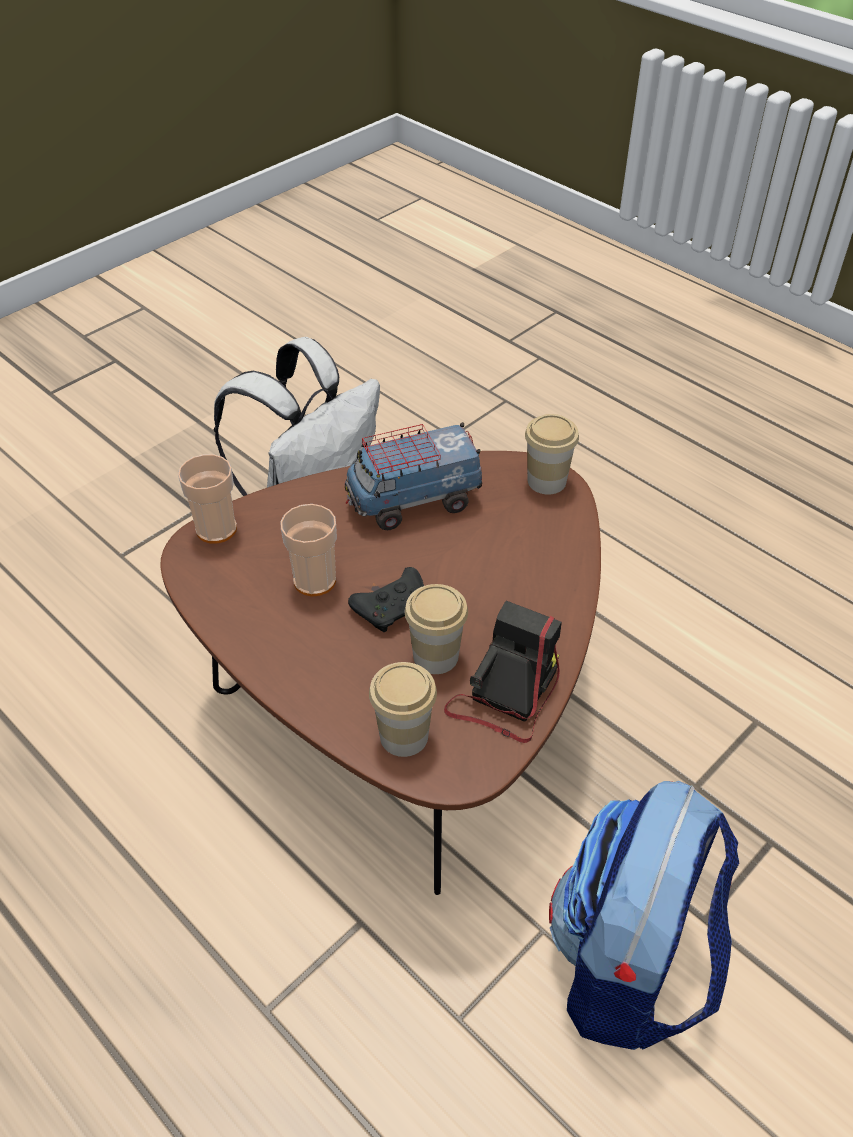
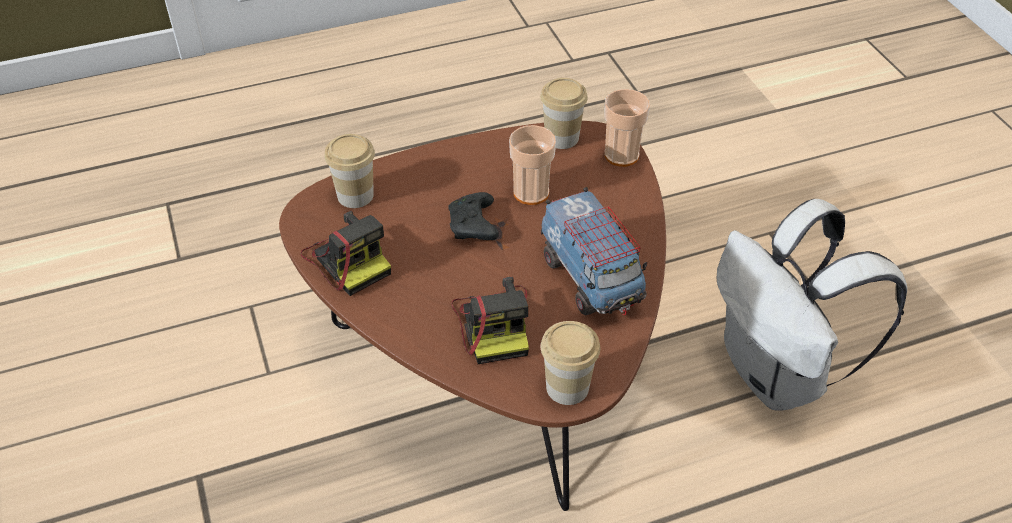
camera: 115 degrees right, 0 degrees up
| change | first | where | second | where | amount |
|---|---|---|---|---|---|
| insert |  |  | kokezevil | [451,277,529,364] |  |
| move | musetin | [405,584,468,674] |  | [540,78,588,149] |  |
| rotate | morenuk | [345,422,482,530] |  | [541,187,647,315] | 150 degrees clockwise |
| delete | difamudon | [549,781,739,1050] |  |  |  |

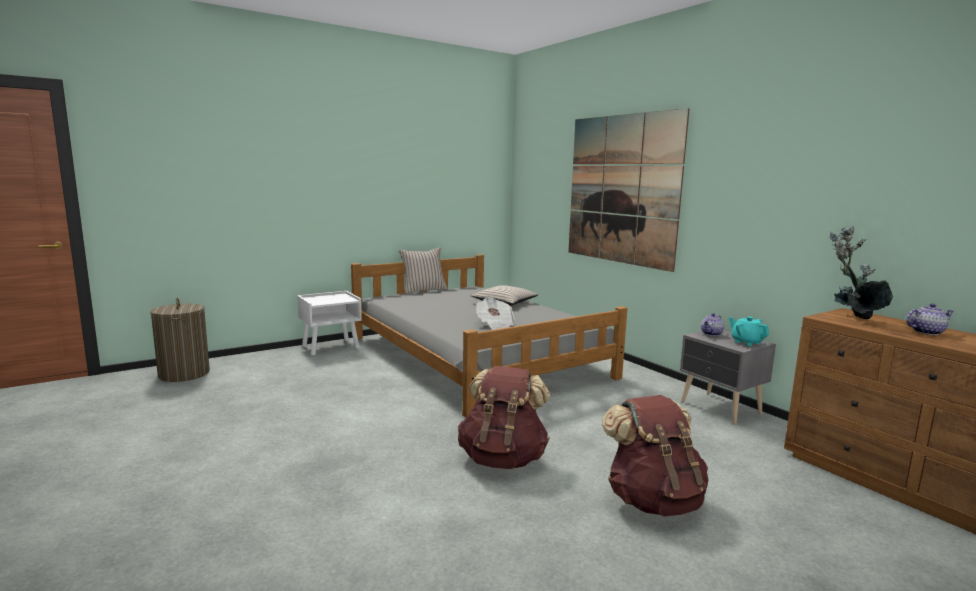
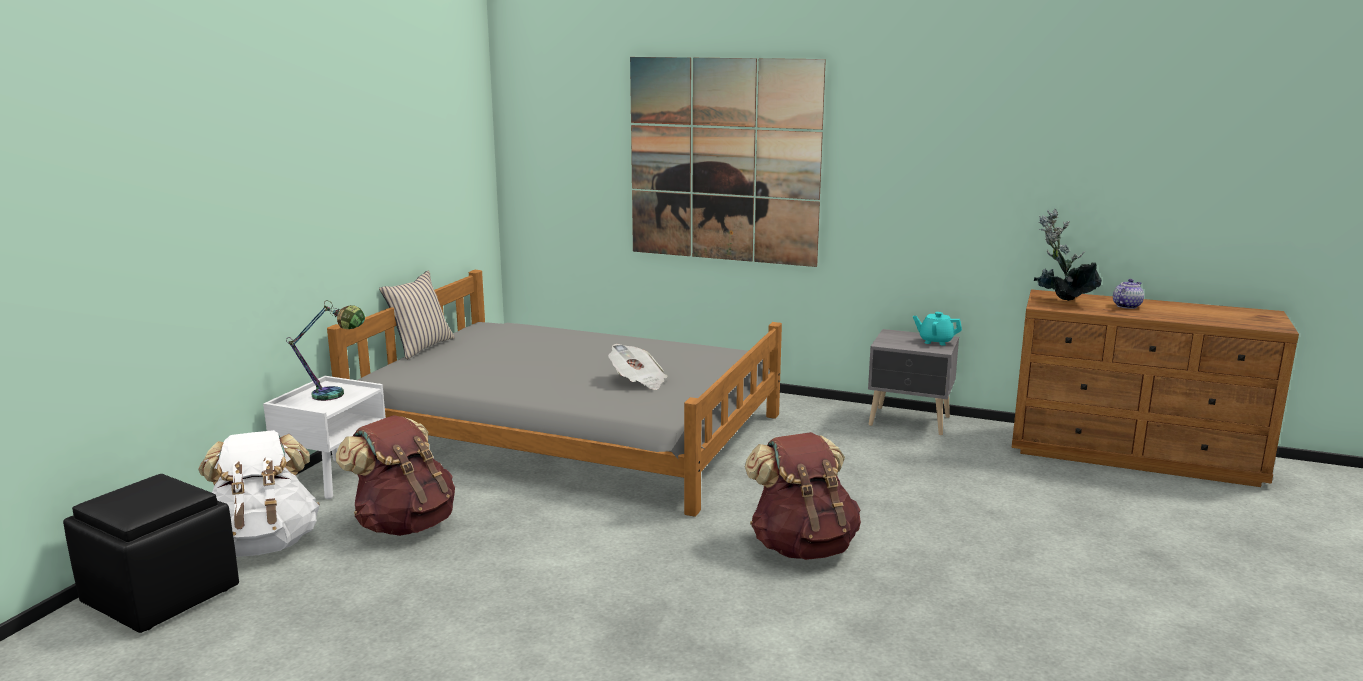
camera: 35 degrees left, 5 degrees up
| change | first | where | second | where | amount |
|---|---|---|---|---|---|
| replace | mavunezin | [150,298,210,382] | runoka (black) | [63,474,239,633] |  |
| insert |  |  | difamudon (white) | [198,430,320,557] |  |
| insert |  |  | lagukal | [286,300,365,401] |  |
| move | difamudon (brown) | [602,395,709,517] |  | [336,415,455,536] |  |
| delete | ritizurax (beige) | [471,285,538,306] |  |  |  |
| delete | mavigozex | [701,313,724,336] |  |  |  |

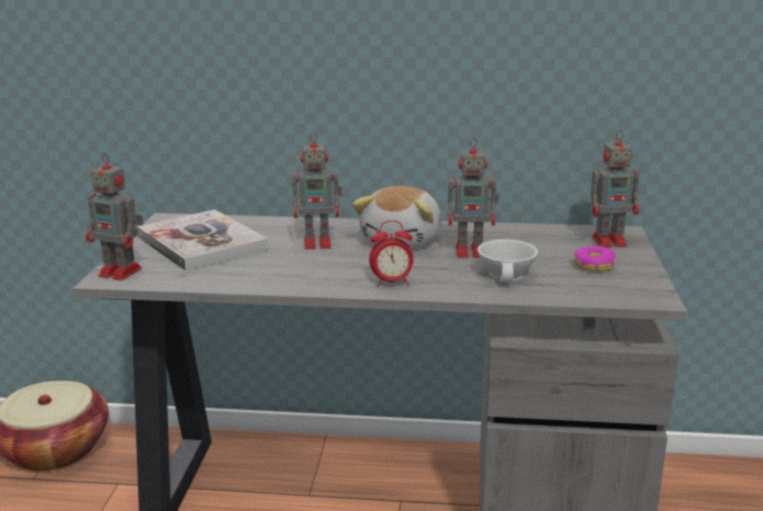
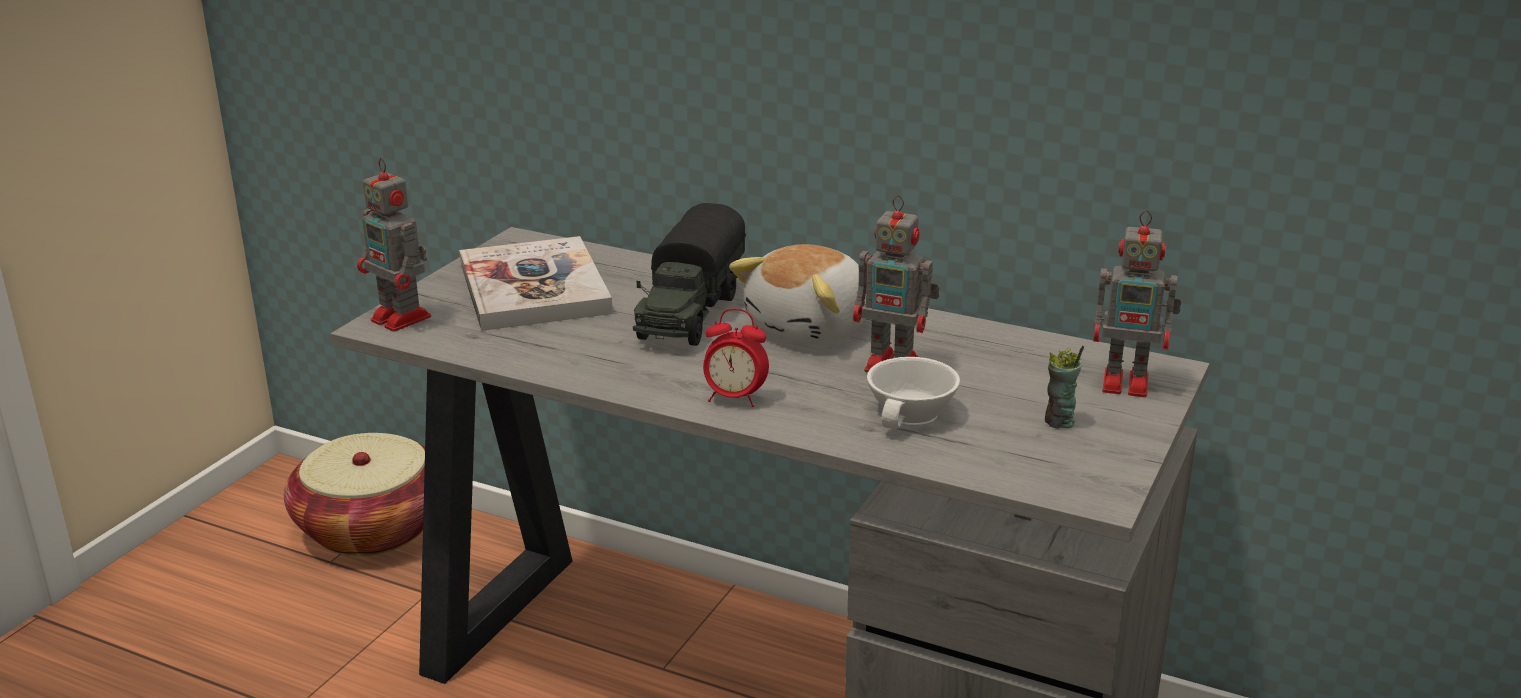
camera: 20 degrees right, 5 degrees up
| change | first | where | second | where | amount |
|---|---|---|---|---|---|
| replace | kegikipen | [292,132,342,249] | morenuk | [633,203,746,346] |  |
| replace | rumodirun | [574,246,616,272] | musetin | [1045,345,1084,429] |  |

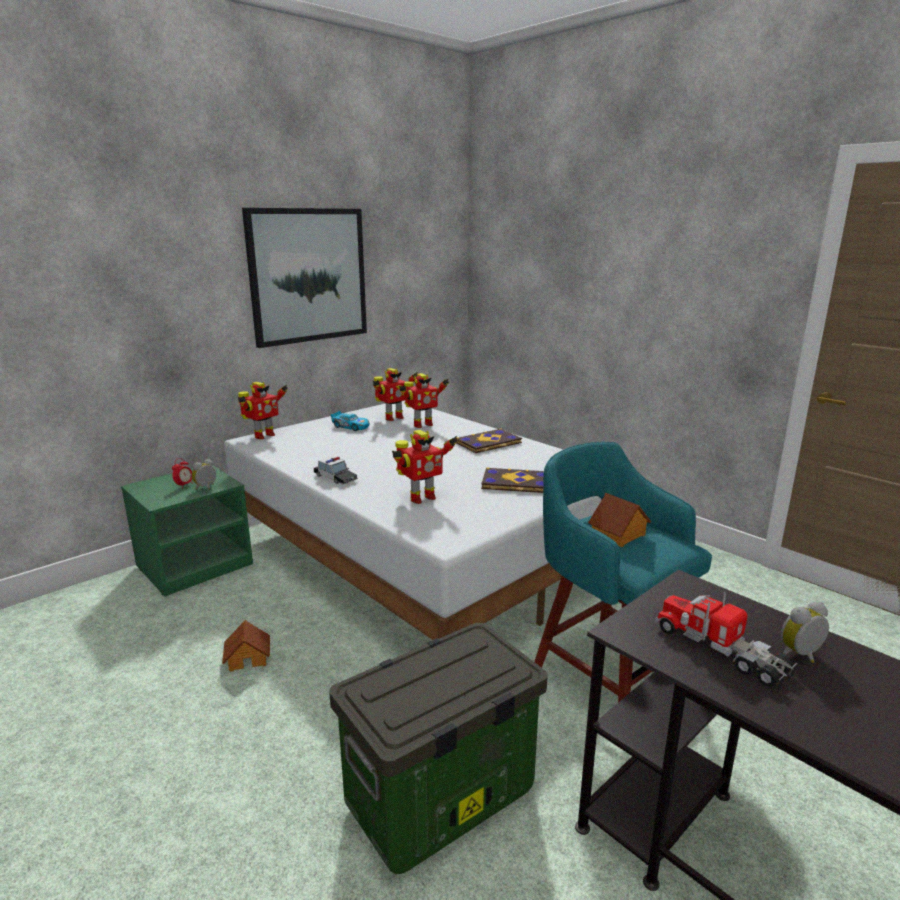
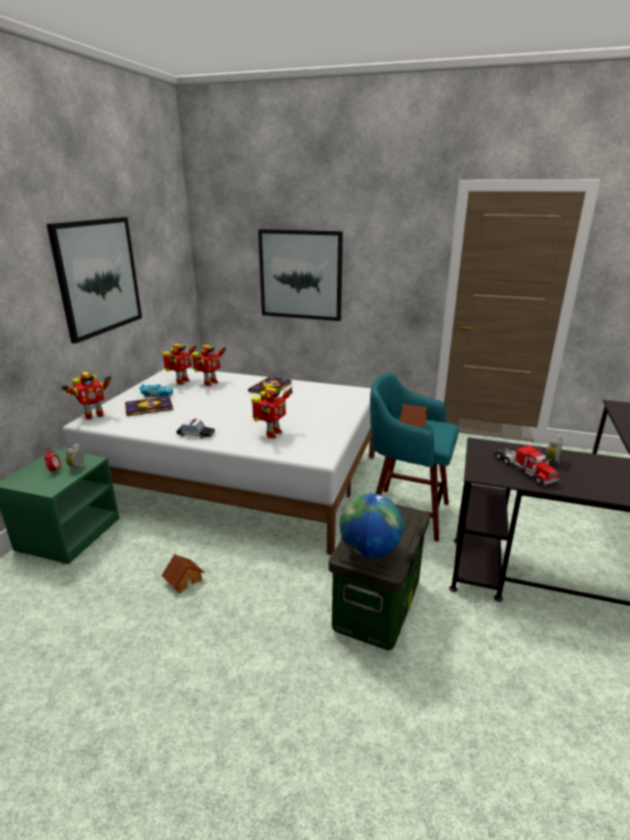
camera: 30 degrees left, 5 degrees up
| change | first | where | second | where | amount |
|---|---|---|---|---|---|
| rotate | kegikipen | [238,382,288,439] |  | [61,372,112,420] | 45 degrees clockwise |
| move | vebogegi | [481,467,544,493] |  | [125,396,173,416] |  |
| insert |  |  | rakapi | [258,229,343,321] |  |
| insert |  |  | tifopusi | [340,493,403,558] |  |
| rotate | morenuk | [655,591,798,691] |  | [494,446,559,485] | 135 degrees counterclockwise |

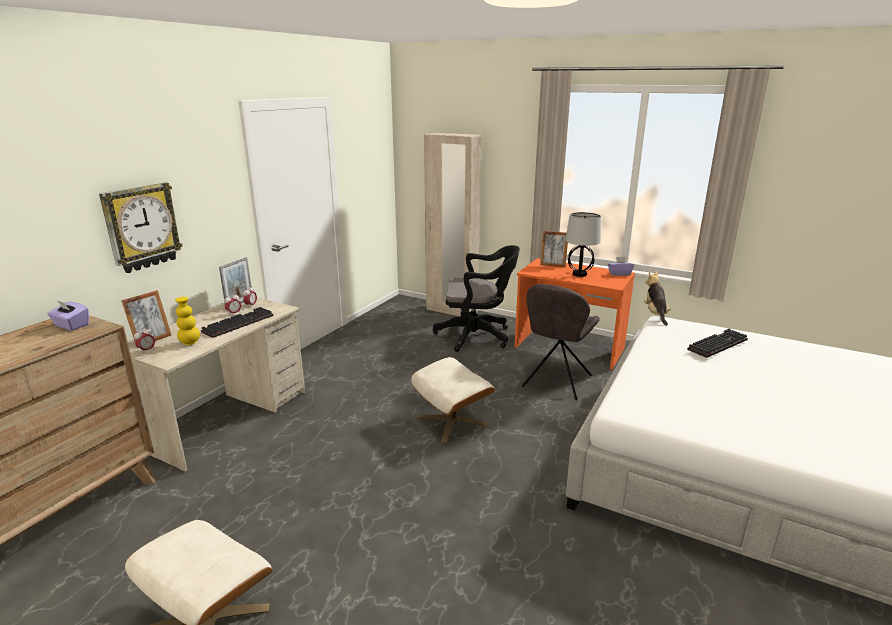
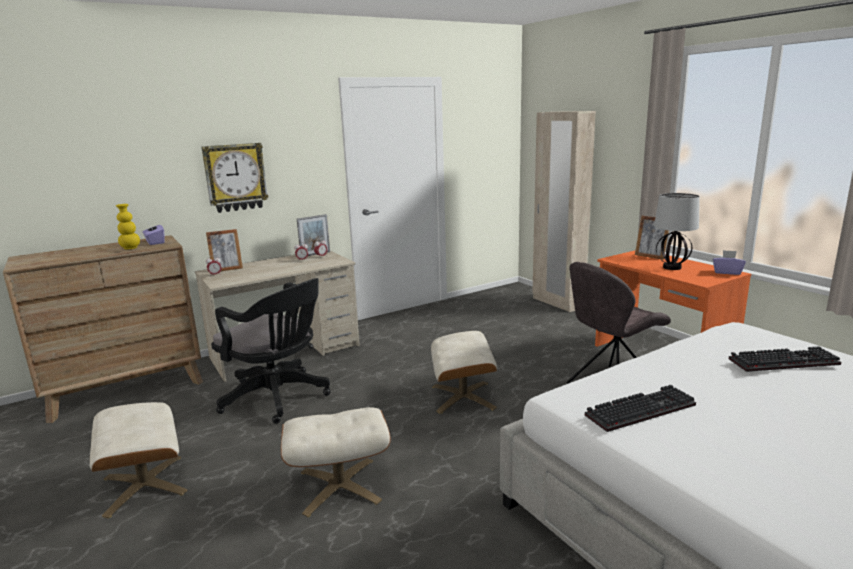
camera: 30 degrees right, 5 degrees down
| change | first | where | second | where | amount |
|---|---|---|---|---|---|
| move | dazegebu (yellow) | [175,297,200,345] |  | [116,204,140,249] |  |
| move | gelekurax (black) | [433,245,520,352] |  | [211,278,330,424] |  |
| insert |  |  | runoka (beige) | [281,407,391,517] |  |
| move | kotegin | [201,307,273,338] |  | [585,385,696,432] |  |
| delete | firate | [644,271,672,326] |  |  |  |

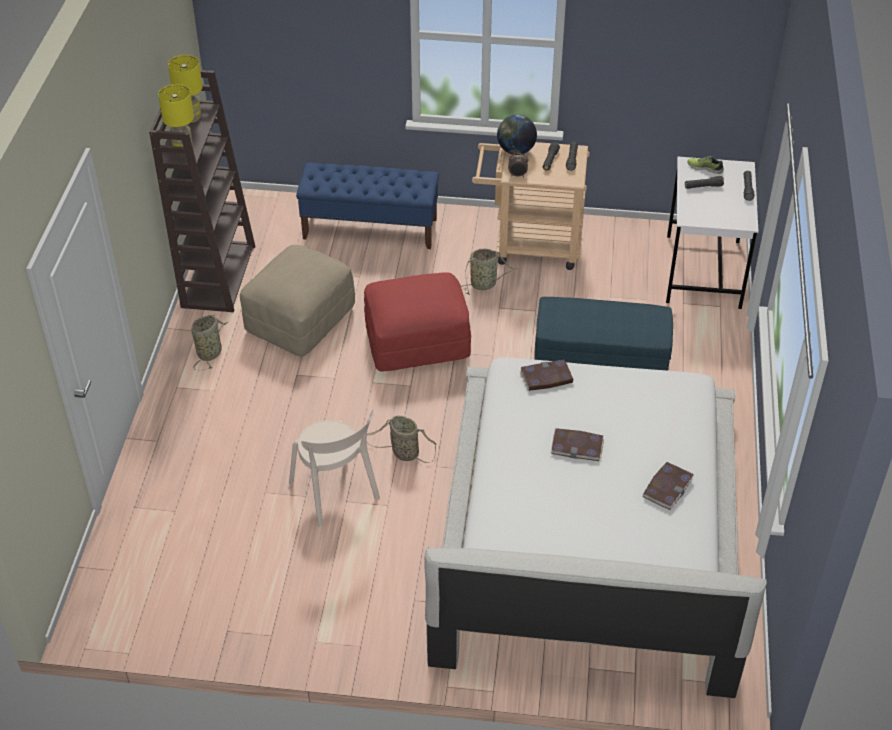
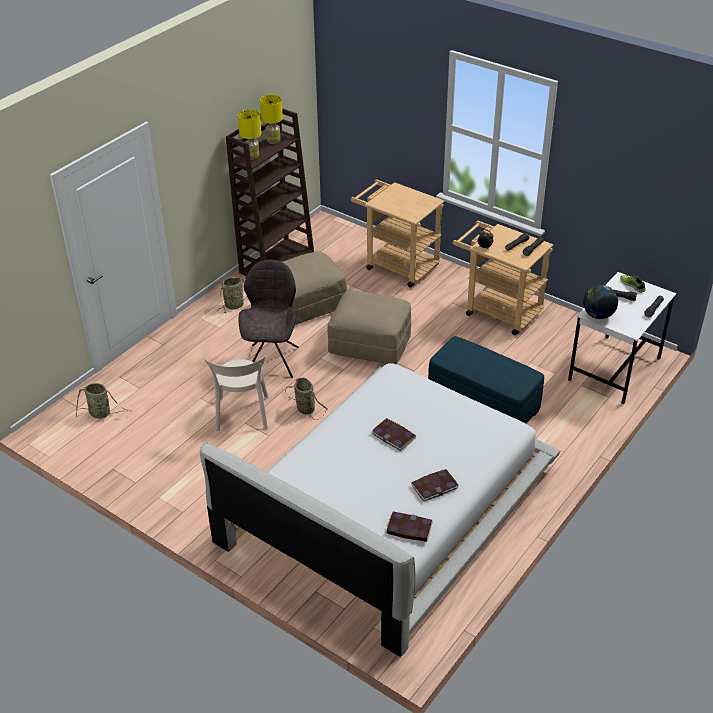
camera: 30 degrees right, 5 degrees down
| change | first | where | second | where | amount |
|---|---|---|---|---|---|
| move | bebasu | [461,249,515,295] |  | [76,383,131,418] |  |
| insert |  |  | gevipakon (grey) | [239,260,298,378] |  |
| recolor | runoka (red) | [364,272,471,371] | runoka (beige) | [327,290,411,364] |  |
| replace | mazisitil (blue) | [296,162,439,249] | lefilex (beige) | [351,180,444,288] |  |
| move | vebogegi | [520,360,574,391] |  | [386,511,433,542] |  |
| move | tifopusi | [497,115,537,155] |  | [583,285,618,319] |  |

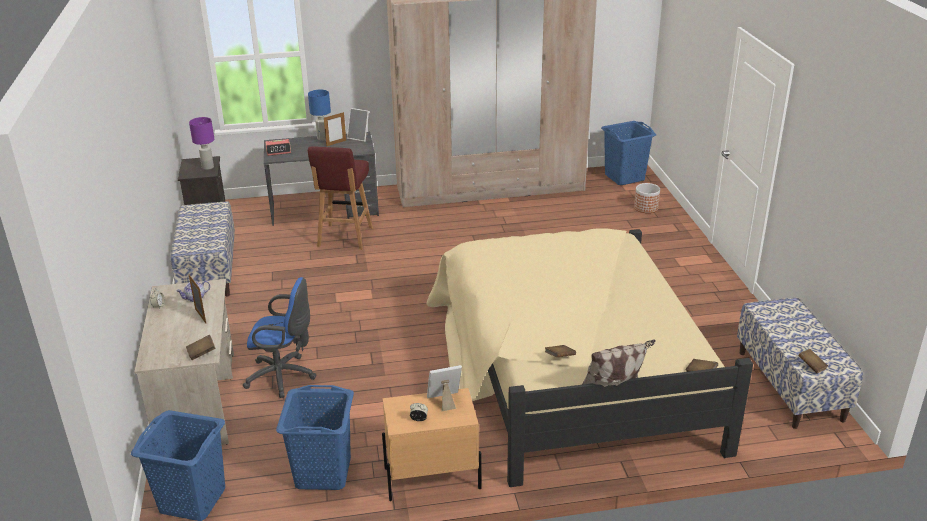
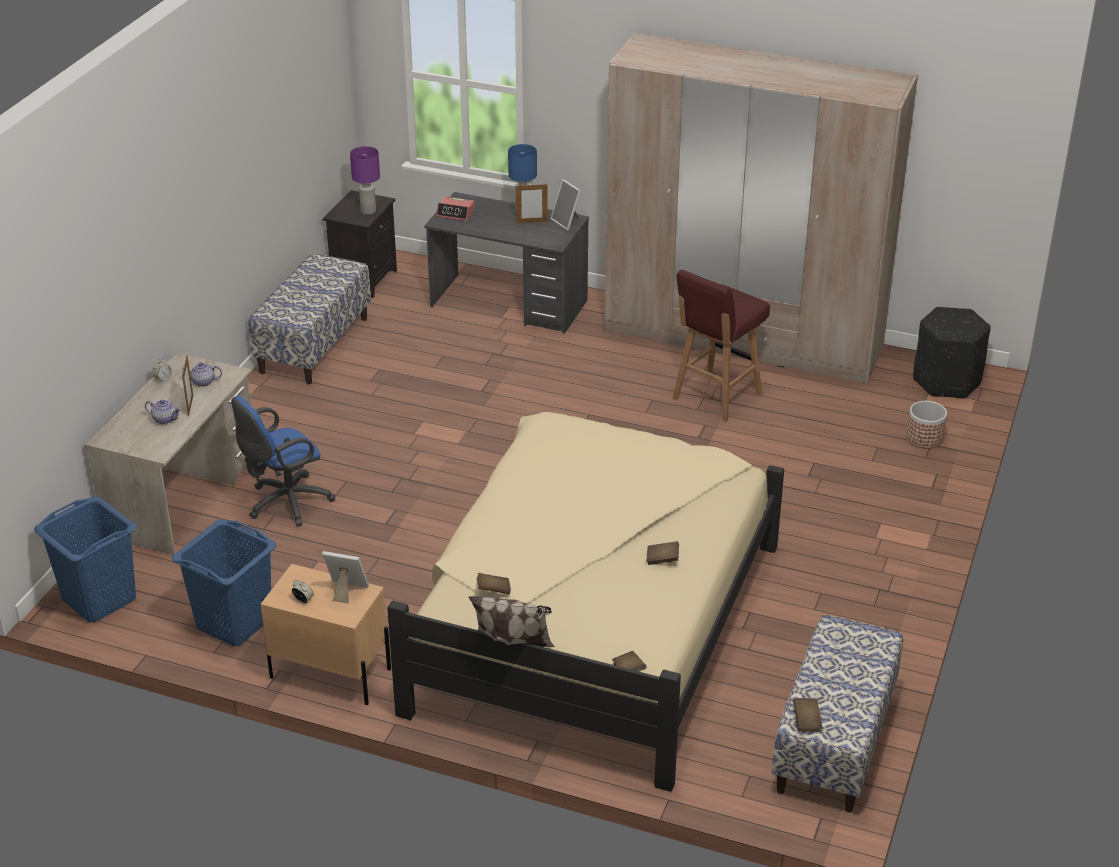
camera: 30 degrees right, 5 degrees up
| change | first | where | second | where | amount |
|---|---|---|---|---|---|
| insert |  |  | mavigozex | [145,399,181,424] |  |
| rotate | gelekurax (blue) | [243,277,316,398] |  | [231,396,335,526] | 105 degrees clockwise |
| move | vebogegi (brown) | [186,335,215,360] |  | [647,541,679,565] |  |
| move | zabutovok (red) | [308,147,373,250] |  | [672,270,770,422] |  |
| replace | mavunezin (blue) | [601,121,656,185] | runoka (black) | [913,307,991,399] |  |

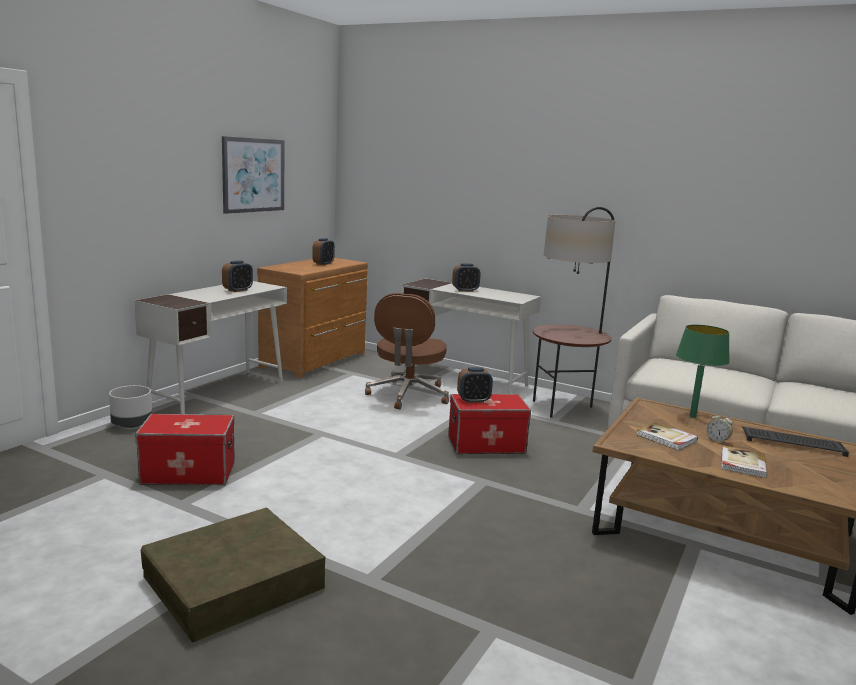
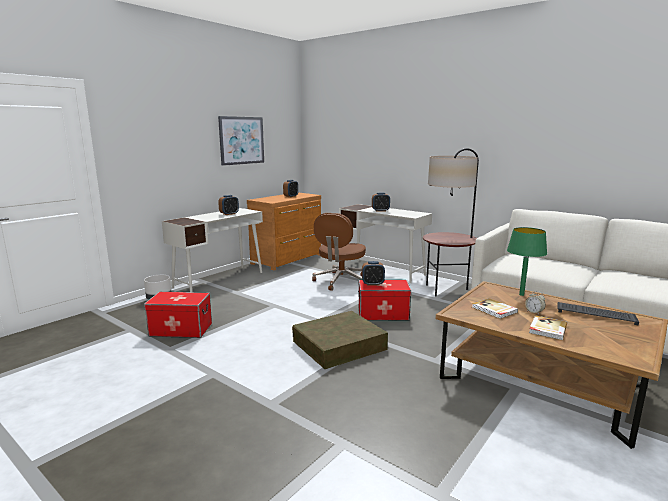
camera: 10 degrees right, 0 degrees up
| change | first | where | second | where | amount |
|---|---|---|---|---|---|
| move | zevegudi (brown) | [141,508,325,642] |  | [292,311,388,369] |  |

